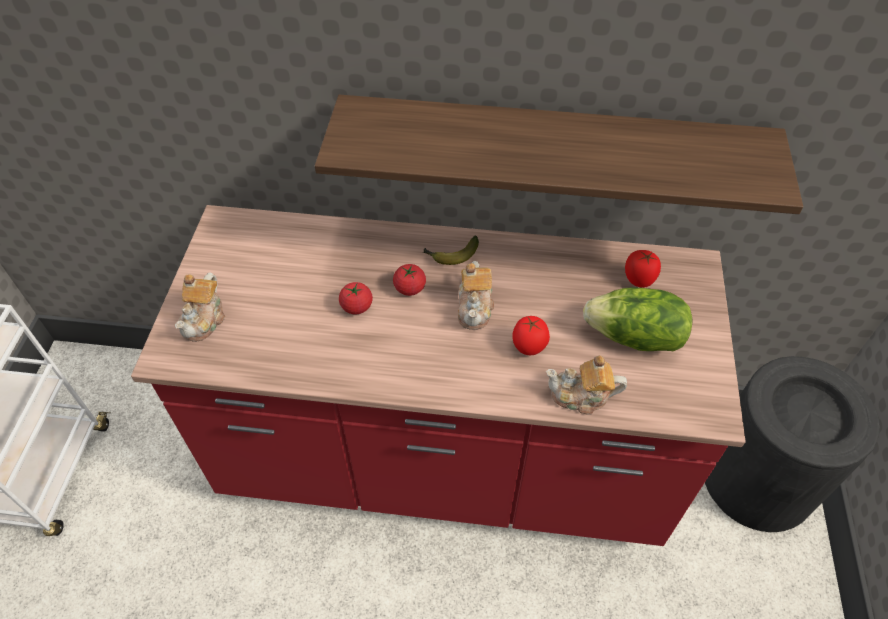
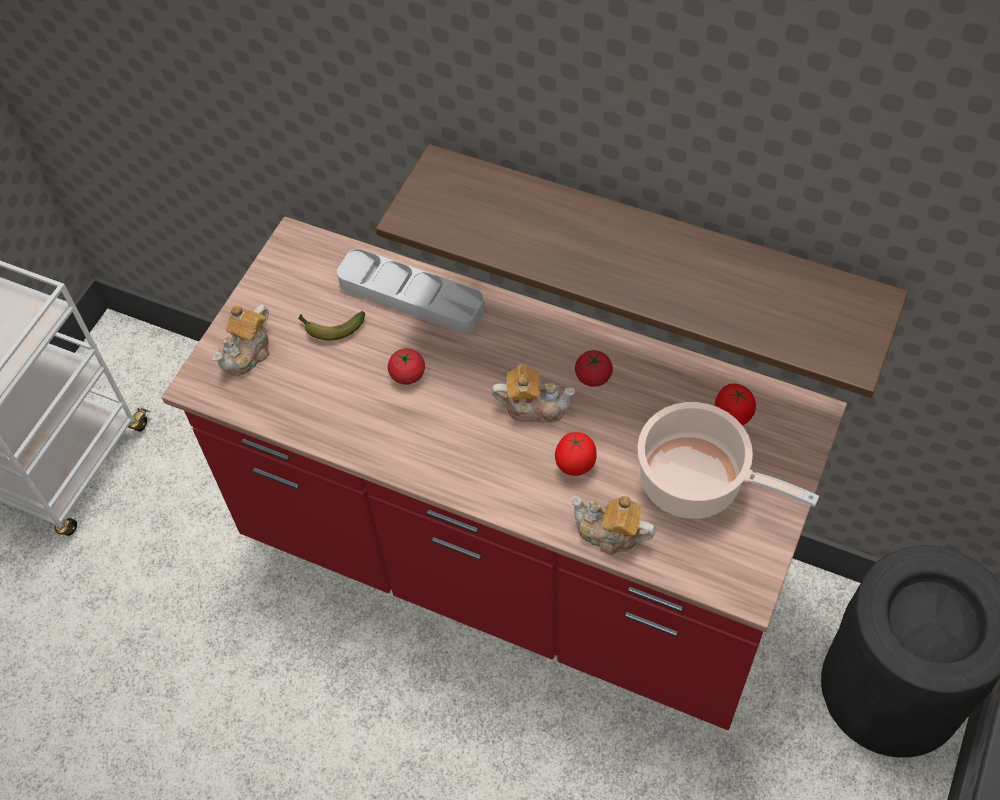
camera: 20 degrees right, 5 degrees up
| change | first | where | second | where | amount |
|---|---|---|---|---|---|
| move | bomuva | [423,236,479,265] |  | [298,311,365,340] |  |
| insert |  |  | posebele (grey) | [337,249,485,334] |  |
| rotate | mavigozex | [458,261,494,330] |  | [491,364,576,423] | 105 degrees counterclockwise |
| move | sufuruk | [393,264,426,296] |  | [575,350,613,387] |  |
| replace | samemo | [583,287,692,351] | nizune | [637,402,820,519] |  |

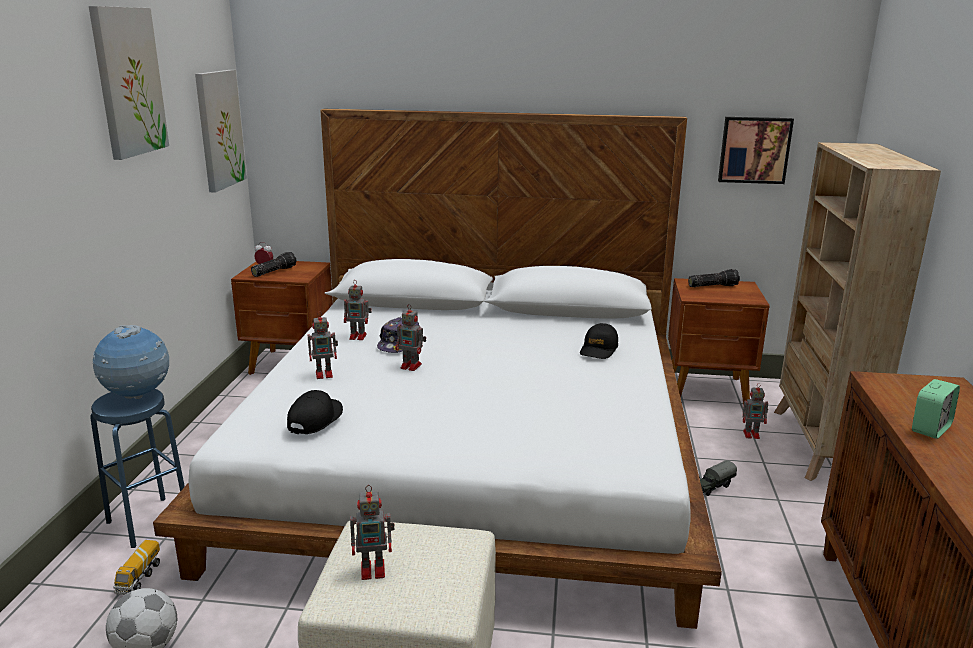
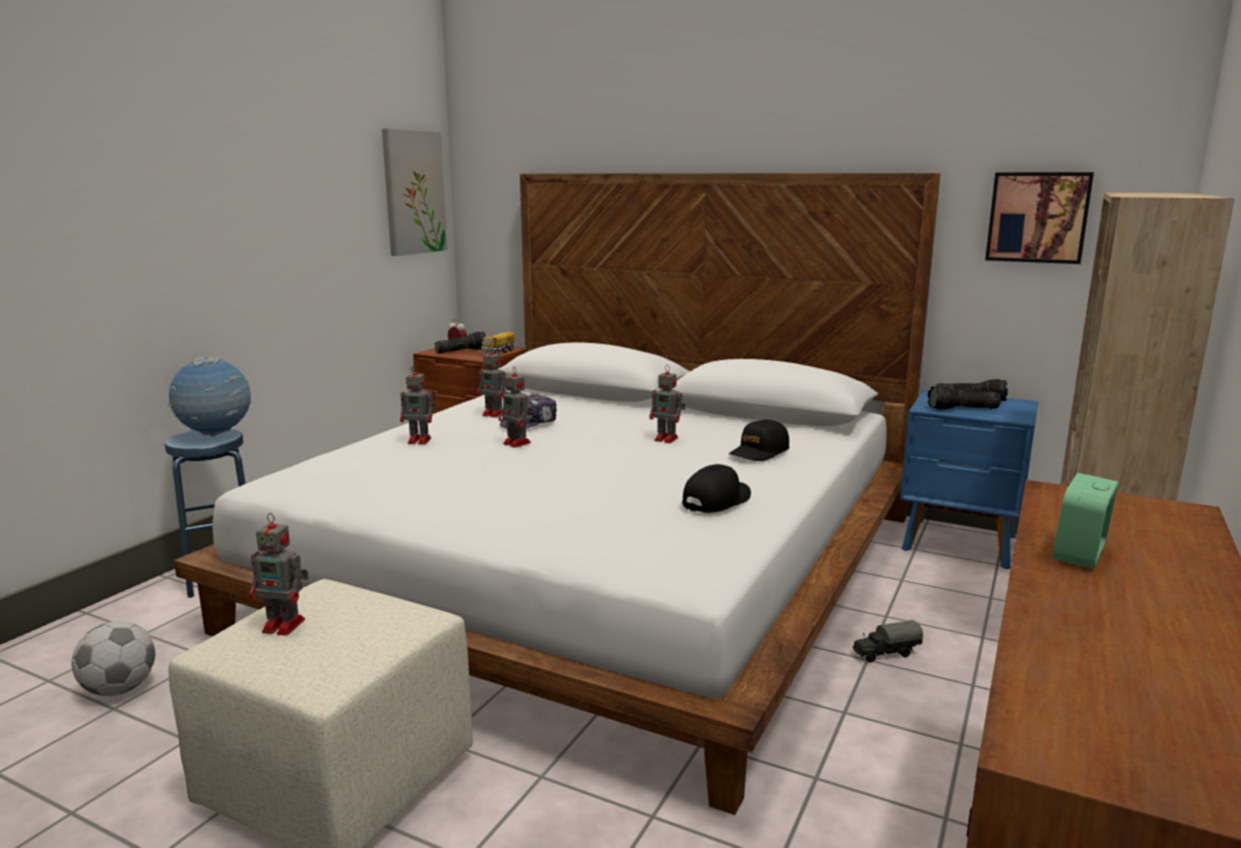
camera: 20 degrees right, 5 degrees down
| change | first | where | second | where | amount |
|---|---|---|---|---|---|
| move | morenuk | [113,540,160,595] |  | [481,332,515,355] |  |
| move | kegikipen | [743,383,768,439] |  | [650,365,686,443] |  |
| move | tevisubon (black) | [287,390,343,434] |  | [682,464,751,513] |  |
| recolor | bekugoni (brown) | [668,278,770,404] | bekugoni (blue) | [900,389,1038,569] |  |
| insert |  |  | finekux | [927,385,1001,410] |  |
| rotate | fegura | [912,379,960,439] |  | [1052,473,1118,569] | 150 degrees clockwise |
| delete | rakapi | [89,6,169,160] |  |  |  |

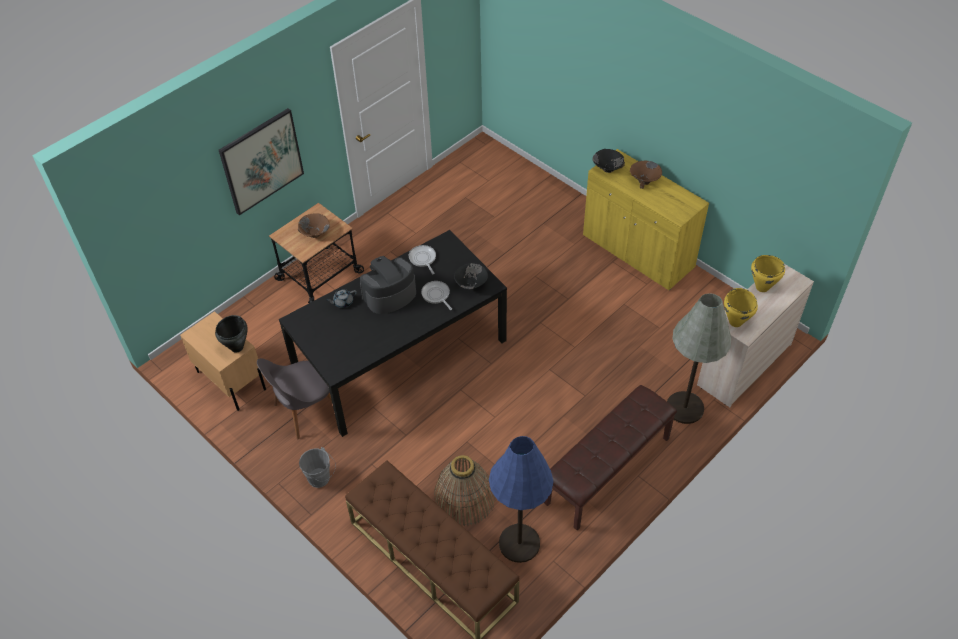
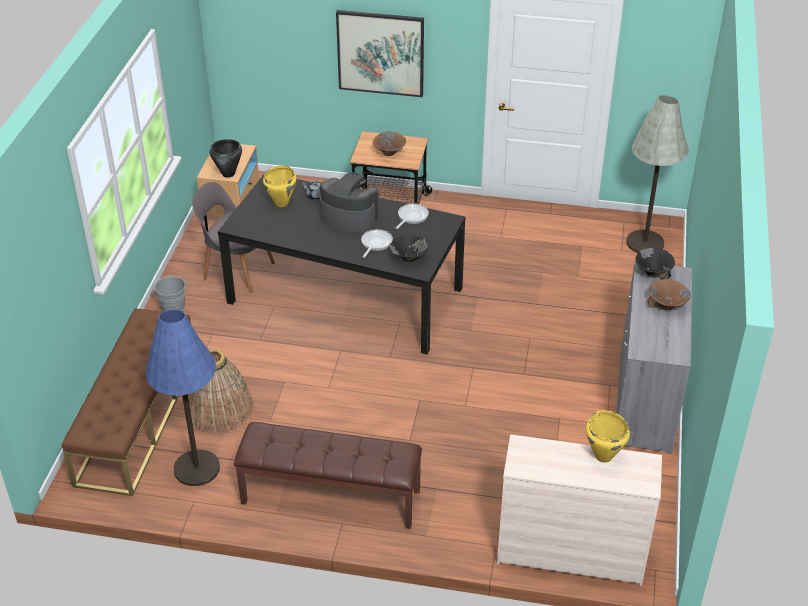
camera: 55 degrees right, 10 degrees down
| change | first | where | second | where | amount |
|---|---|---|---|---|---|
| move | nizune (yellow) | [724,288,758,327] |  | [263,166,296,207] |  |
| recolor | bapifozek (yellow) | [583,149,709,290] | bapifozek (grey) | [616,262,692,454] |  |
| move | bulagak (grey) | [667,293,731,424] |  | [626,95,689,253] |  |

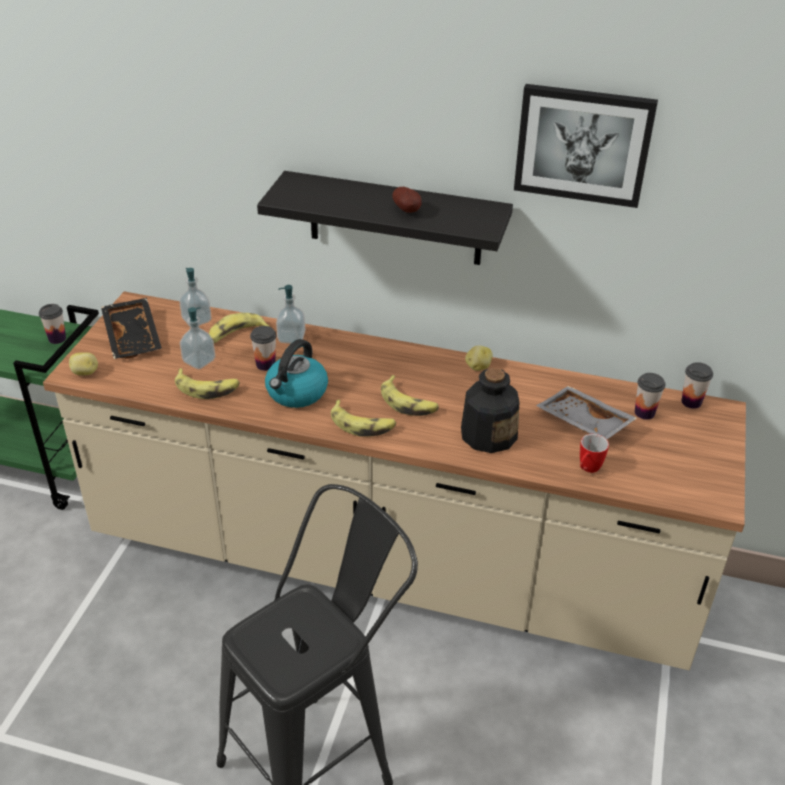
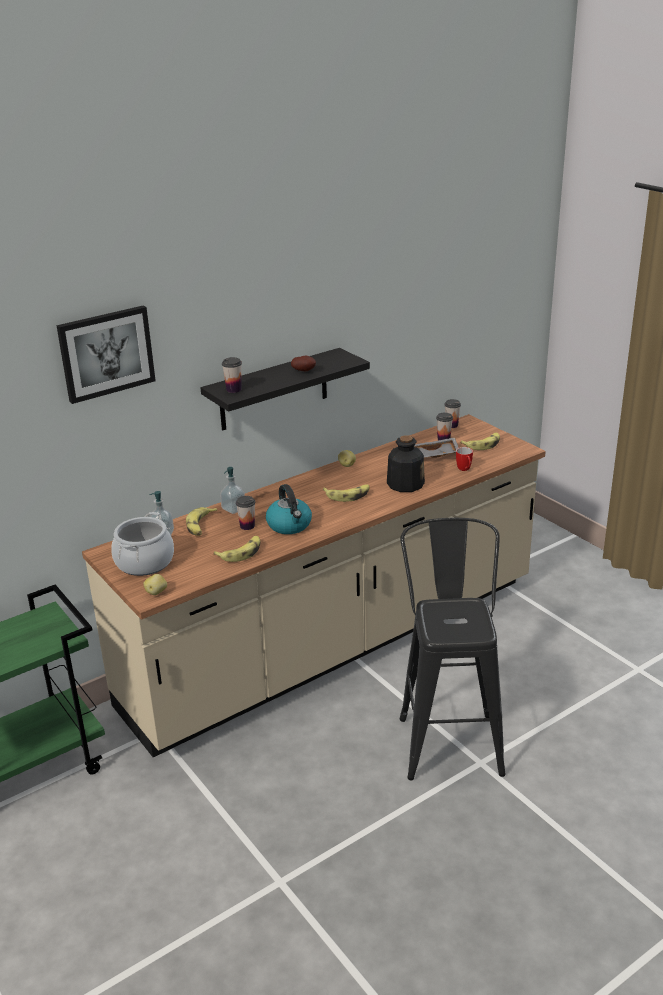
camera: 50 degrees left, 10 degrees down
| change | first | where | second | where | amount |
|---|---|---|---|---|---|
| move | rakapi | [514,84,658,208] |  | [56,306,156,404] |  |
| replace | posebele (black) | [101,298,162,359] | nizune | [111,512,174,576] |  |
| move | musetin | [39,304,66,344] |  | [222,357,242,393] |  |
| move | bomuva | [331,400,396,437] |  | [460,433,500,450] |  |
| delete | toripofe | [180,307,215,369] |  |  |  |

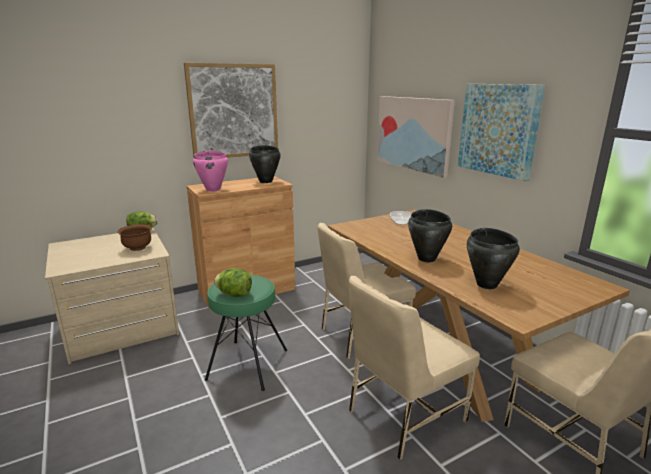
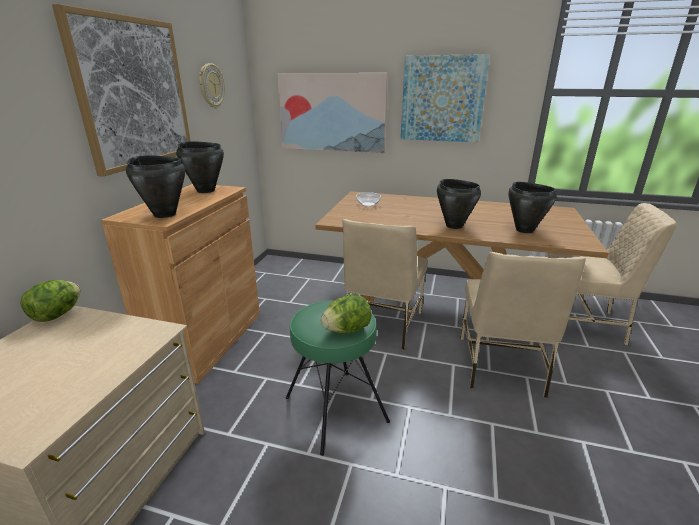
camera: 45 degrees left, 5 degrees up
| change | first | where | second | where | amount |
|---|---|---|---|---|---|
| recolor | nizune (pink) | [193,151,228,192] | nizune (black) | [126,155,185,218] |  |
| insert |  |  | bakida | [199,63,225,108] |  |
| delete | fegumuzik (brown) | [117,224,152,251] |  |  |  |

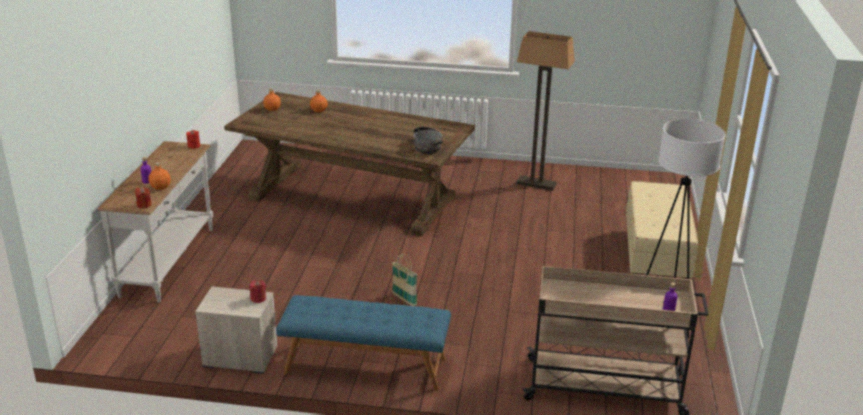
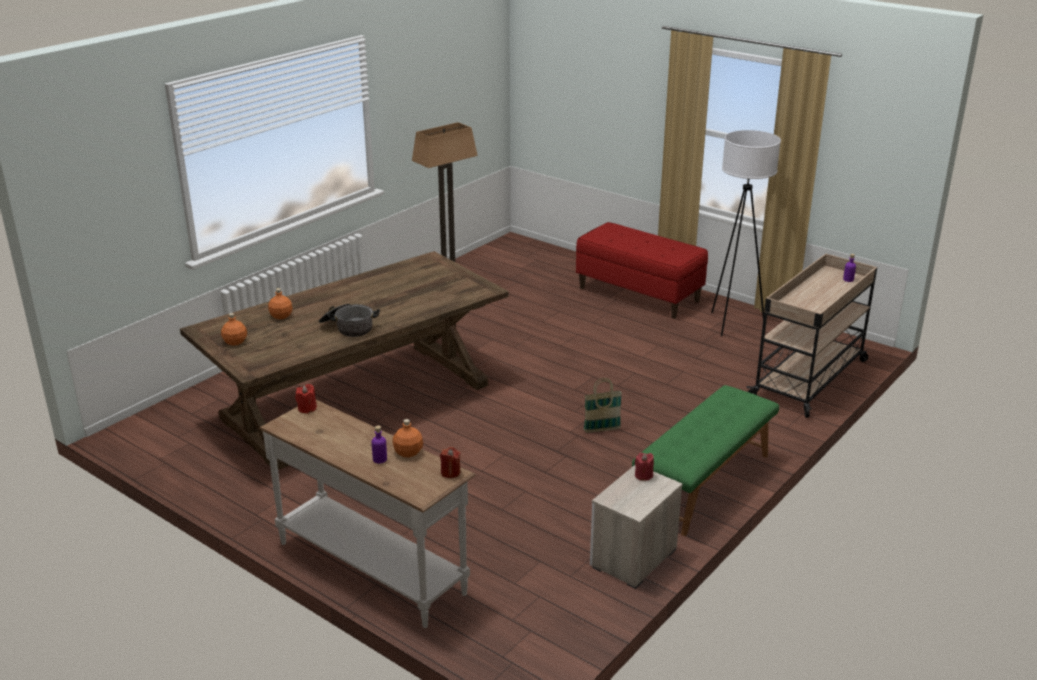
camera: 60 degrees left, 0 degrees up
| change | first | where | second | where | amount |
|---|---|---|---|---|---|
| move | nizune | [413,127,443,154] |  | [318,304,380,337] |  |
| recolor | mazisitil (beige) | [626,181,698,279] | mazisitil (red) | [576,222,708,319] |  |
| recolor | mazisitil (blue) | [276,295,451,391] | mazisitil (green) | [632,385,779,536] |  |

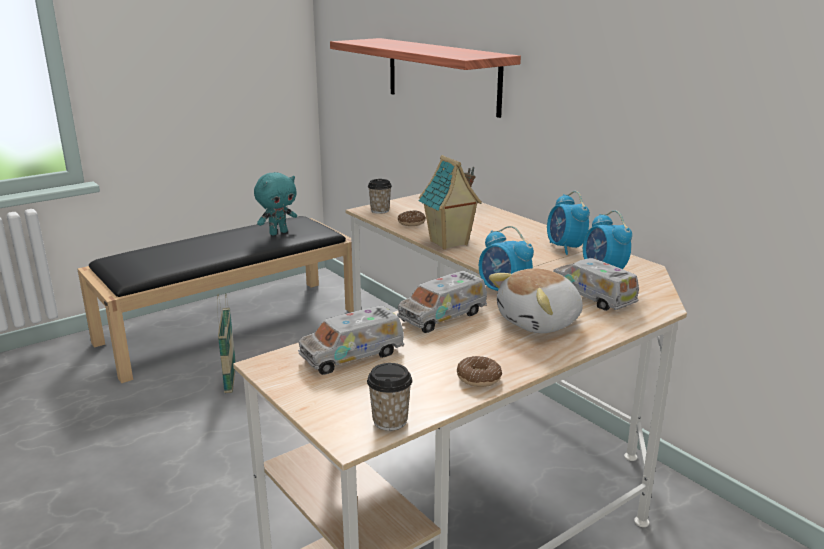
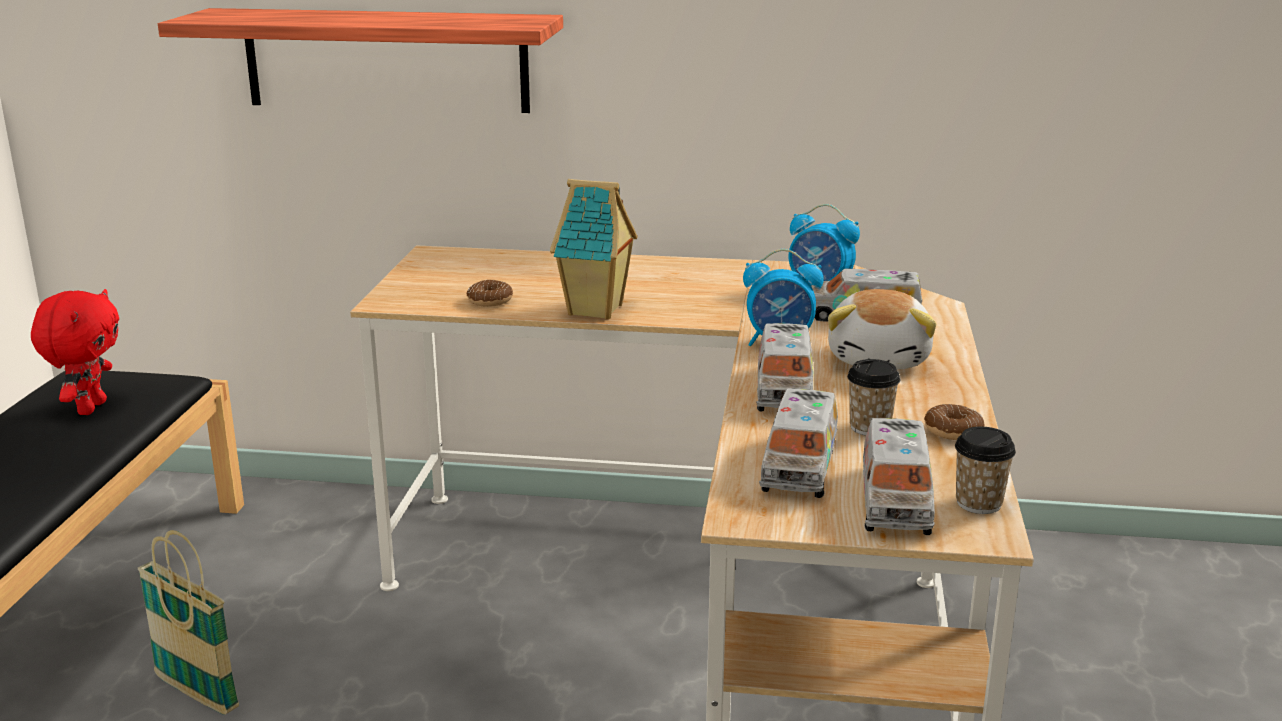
camera: 45 degrees left, 0 degrees up
| change | first | where | second | where | amount |
|---|---|---|---|---|---|
| recolor | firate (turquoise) | [254,172,297,235] | firate (red) | [31,289,119,415] |  |
| move | musetin | [368,179,392,214] |  | [847,359,901,436] |  |
| insert |  |  | morenuk | [863,418,935,535] |  |
| delete | fegura | [547,191,590,255] |  |  |  |

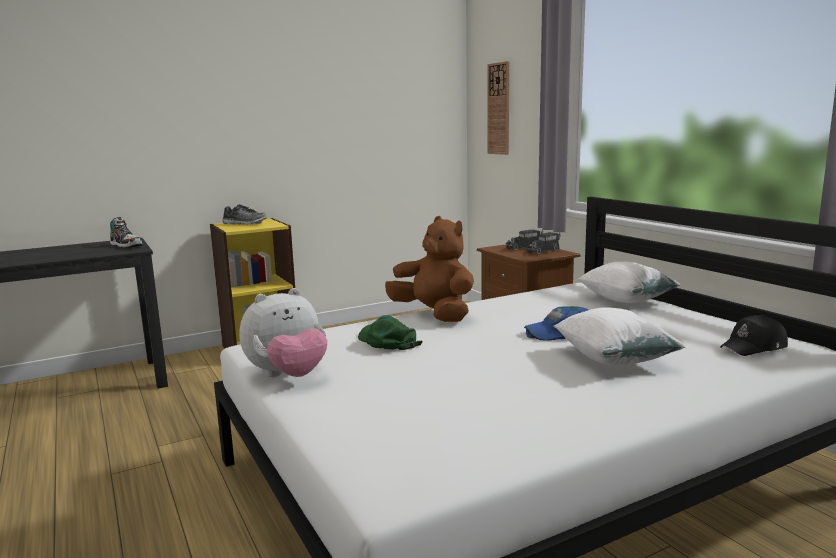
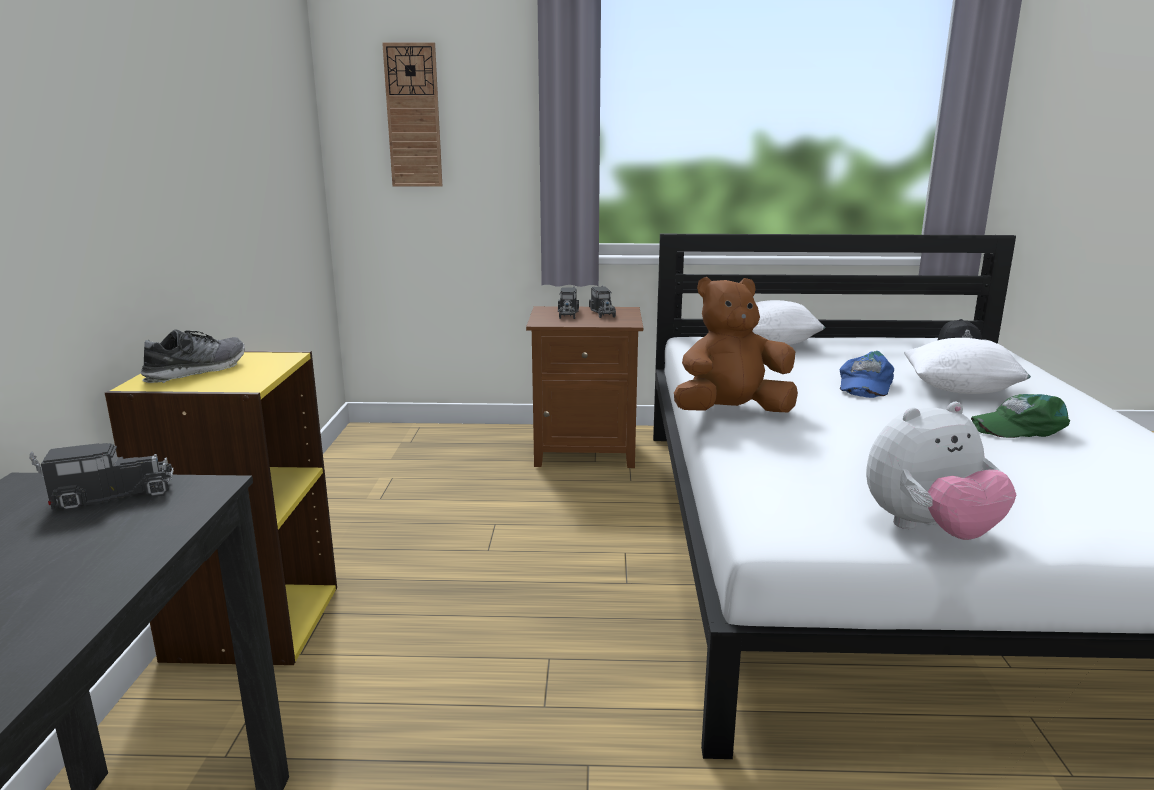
camera: 60 degrees left, 5 degrees up
| change | first | where | second | where | amount |
|---|---|---|---|---|---|
| replace | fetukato | [110,217,142,248] | morenuk | [29,443,174,511] |  |
| rotate | firate | [239,288,327,377] |  | [866,402,1016,540] | 75 degrees clockwise |
| move | tevisubon (green) | [358,315,423,350] |  | [971,394,1070,438] |  |

